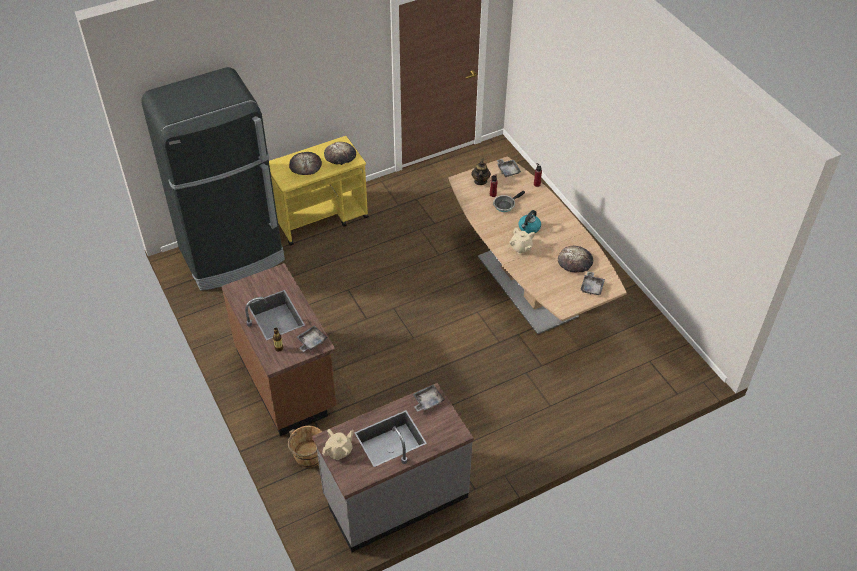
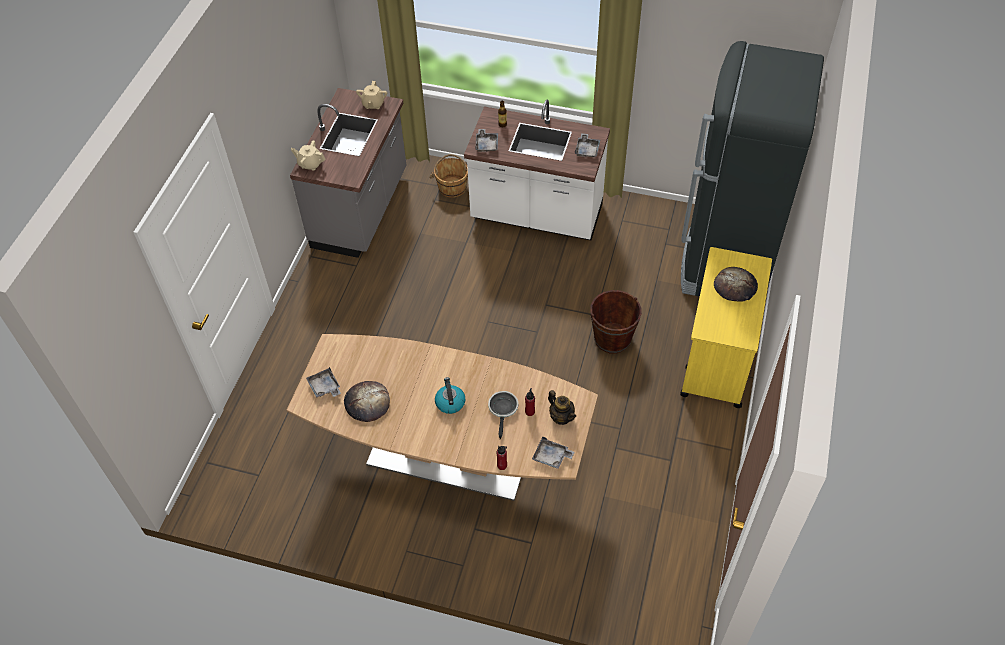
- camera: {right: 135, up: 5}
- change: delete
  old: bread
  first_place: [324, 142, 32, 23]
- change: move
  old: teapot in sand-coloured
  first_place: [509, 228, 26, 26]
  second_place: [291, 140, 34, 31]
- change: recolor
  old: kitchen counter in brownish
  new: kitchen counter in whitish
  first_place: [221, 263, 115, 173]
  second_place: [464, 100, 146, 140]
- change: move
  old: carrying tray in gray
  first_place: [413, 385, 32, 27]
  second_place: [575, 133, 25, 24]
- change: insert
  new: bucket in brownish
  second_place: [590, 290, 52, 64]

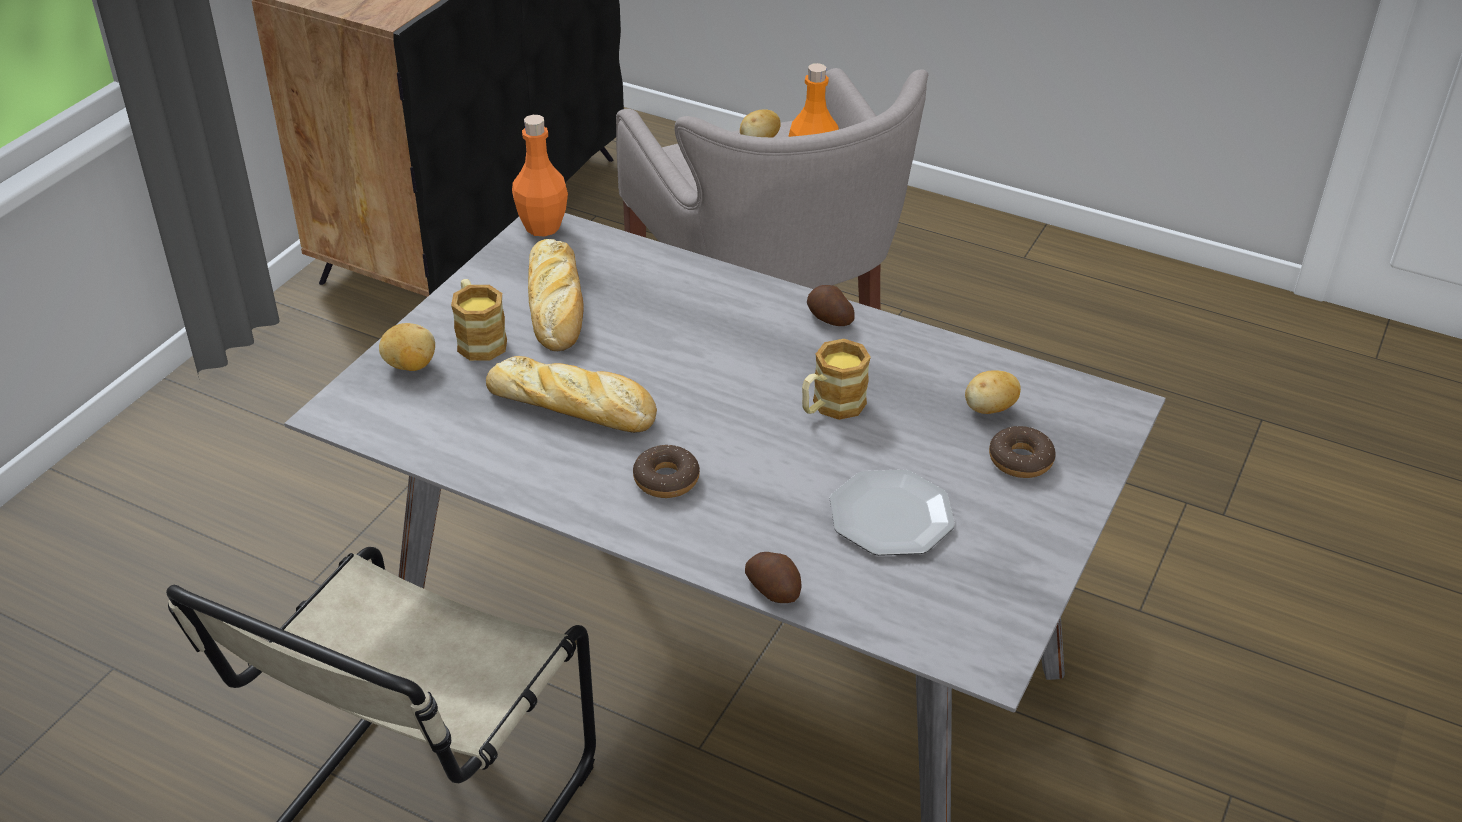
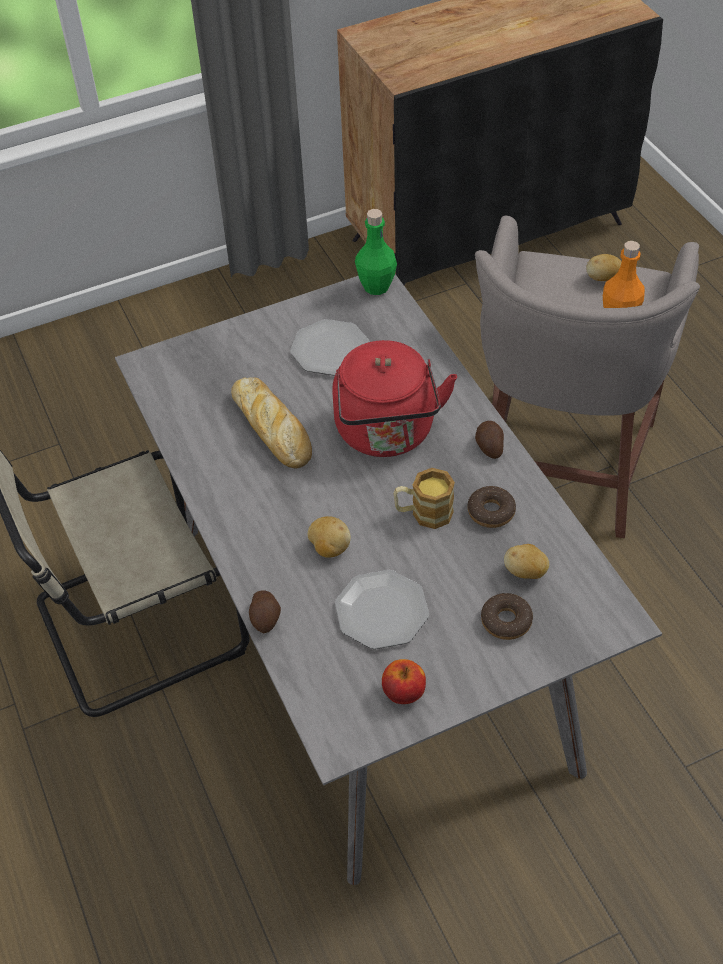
- camera: {right: 40, up: 10}
- change: recolor
  old: drink bottle in orange
  new: drink bottle in greenish
  first_place: [512, 115, 56, 122]
  second_place: [355, 209, 42, 86]
- change: replace
  old: bread
  new: dinner plate
  first_place: [528, 239, 56, 112]
  second_place: [290, 319, 80, 57]
- change: delete
  old: coffee mug
  first_place: [451, 279, 56, 82]
- change: move
  old: whole potato
  first_place: [379, 323, 56, 48]
  second_place: [308, 516, 43, 42]
- change: move
  old: donut
  first_place: [633, 445, 67, 53]
  second_place: [468, 486, 48, 42]
- change: insert
  new: water kettle in reddish
  second_place: [332, 340, 125, 117]
- change: insert
  new: apple fruit
  second_place: [382, 659, 44, 45]

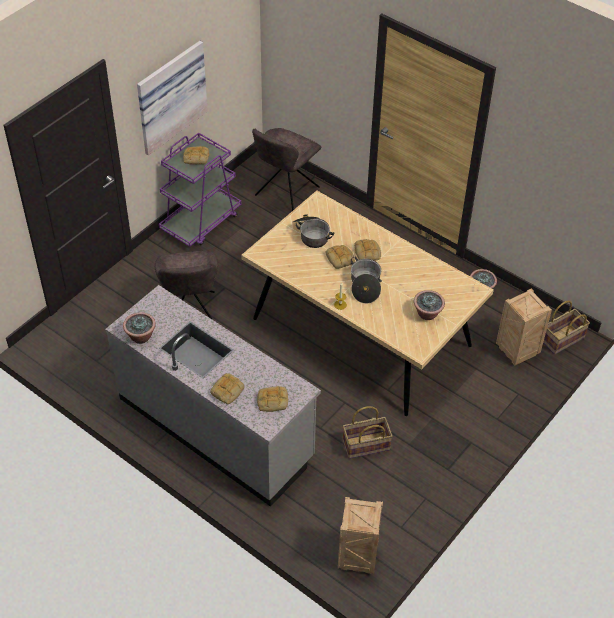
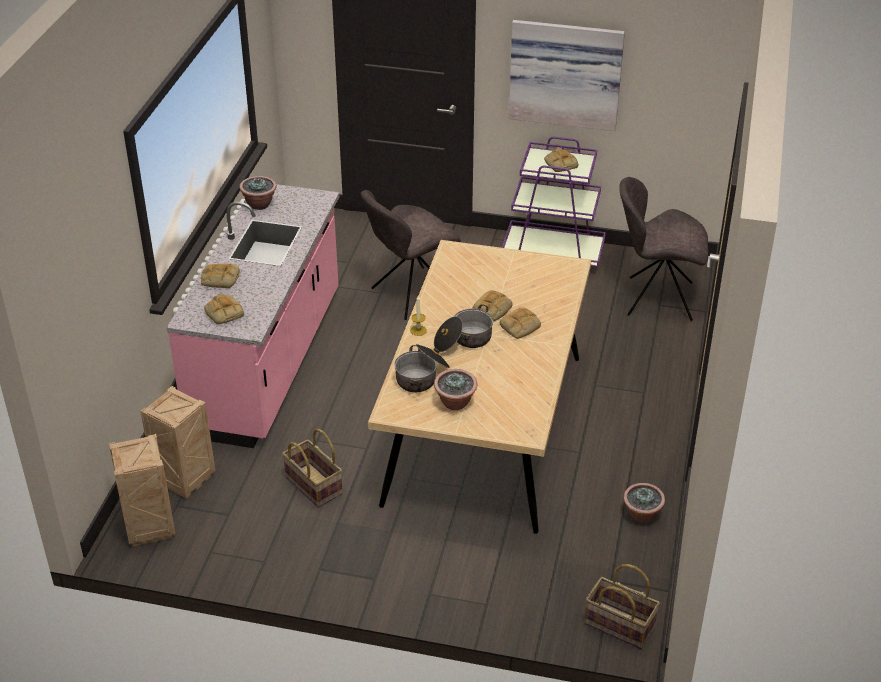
- camera: {right: 65, up: -10}
- change: move
  old: cooking pot
  first_place: [293, 214, 42, 34]
  second_place: [394, 344, 56, 48]
- change: recolor
  old: kitchen counter in gray
  new: kitchen counter in pink
  first_place: [105, 285, 216, 222]
  second_place: [167, 184, 173, 264]
- change: move
  old: crate
  first_place: [496, 288, 56, 78]
  second_place: [141, 386, 74, 113]

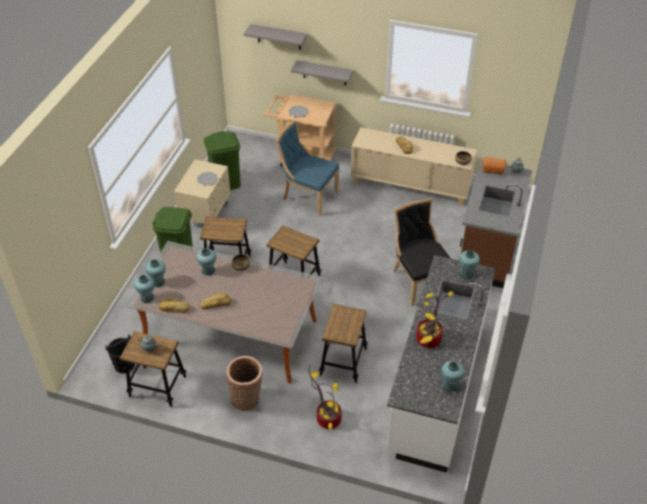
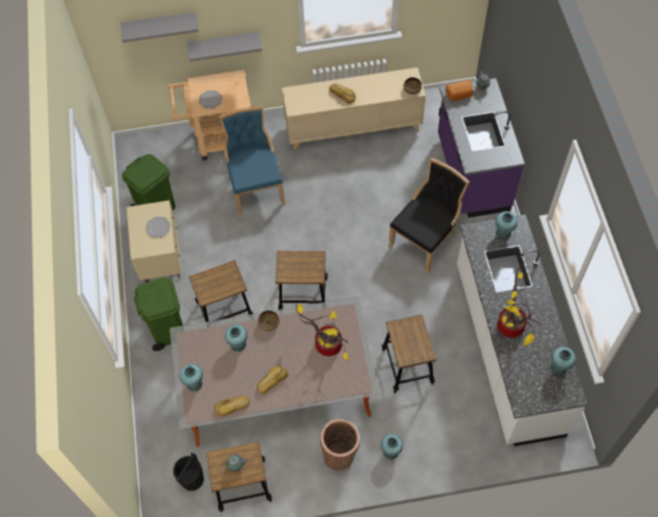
- camera: {right: -25, up: 15}
- change: rotate
  old: plain chair in blue
  first_place: [276, 120, 63, 96]
  second_place: [219, 107, 67, 108]
  degrees: 75
- change: recolor
  old: kitchen counter in brownish
  new: kitchen counter in purple-coloured
  first_place: [460, 160, 72, 128]
  second_place: [438, 78, 87, 140]
- change: rotate
  old: plain chair in blackish
  first_place: [393, 199, 57, 107]
  second_place: [388, 158, 82, 115]
  degrees: 90
- change: move
  old: flower vase in blue-green
  first_place: [134, 275, 21, 28]
  second_place: [381, 434, 22, 26]
- change: move
  old: plant in a pot
  first_place: [309, 366, 33, 64]
  second_place: [296, 304, 52, 57]

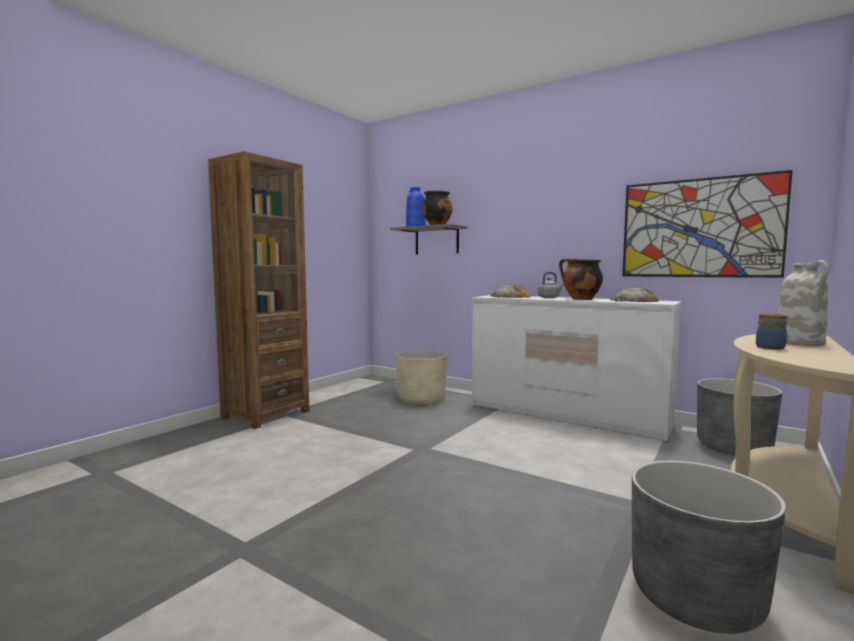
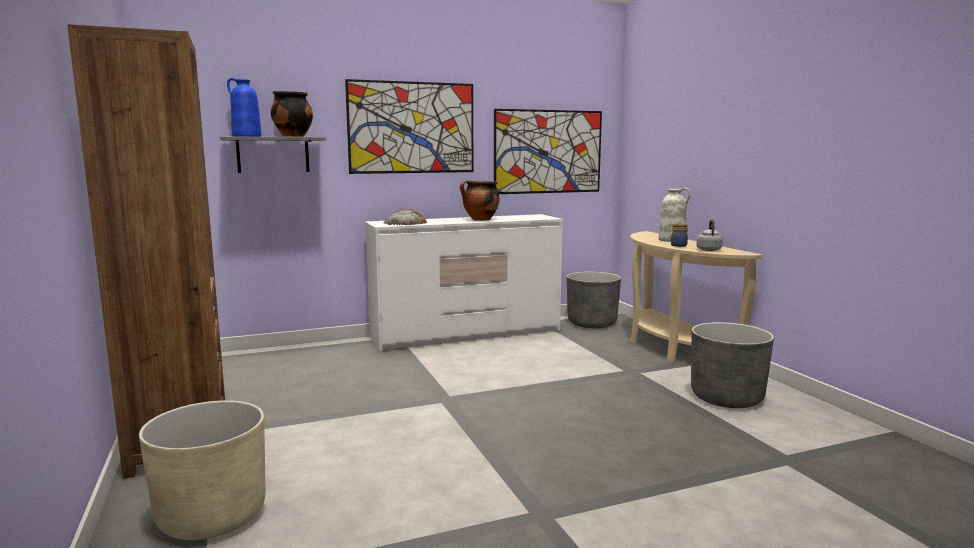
- camera: {right: -55, up: 5}
- change: move
  old: water kettle in gray
  first_place: [538, 272, 26, 26]
  second_place: [696, 220, 27, 31]
- change: delete
  old: bread
  first_place: [610, 287, 49, 15]
- change: move
  old: plant pot in sand-coloured
  first_place: [396, 350, 51, 54]
  second_place: [139, 400, 126, 140]
- change: insert
  new: picture
  second_place: [345, 79, 128, 95]

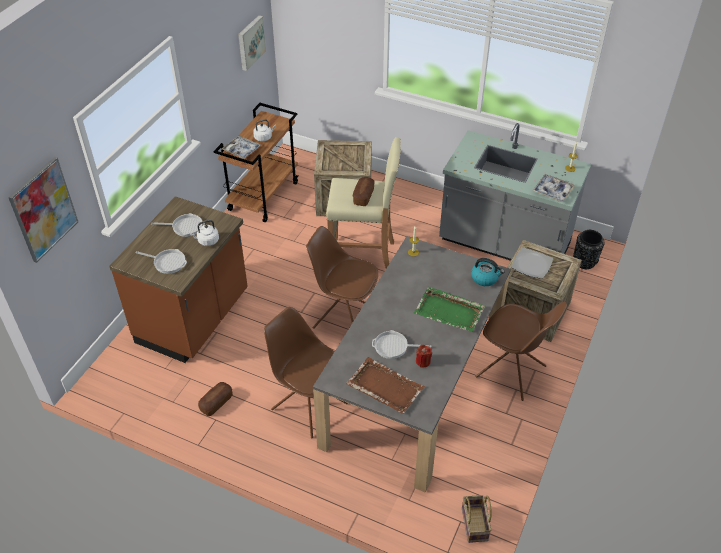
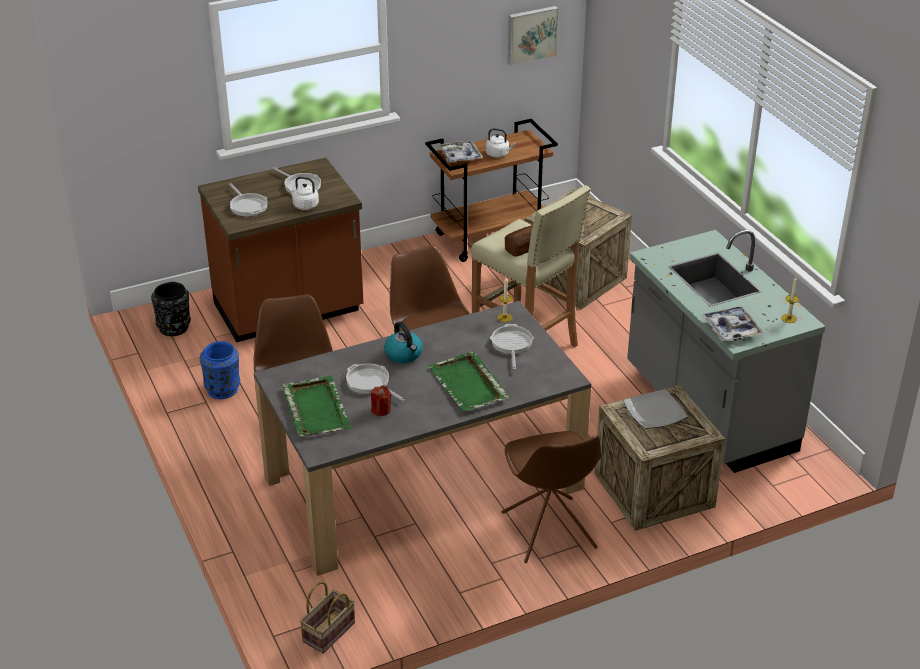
- camera: {right: 40, up: -10}
- change: delete
  old: picture
  first_place: [8, 157, 70, 106]
- change: move
  old: flower vase in blackish
  first_place: [573, 230, 32, 39]
  second_place: [151, 282, 40, 54]
- change: move
  old: water kettle
  first_place: [471, 258, 34, 28]
  second_place: [384, 321, 39, 42]
- change: recolor
  old: carrying tray in brownish
  new: carrying tray in greenish
  first_place: [346, 357, 79, 57]
  second_place: [282, 376, 70, 60]
- change: replace
  old: bread
  new: flower vase in blue
  first_place: [198, 382, 35, 34]
  second_place: [200, 341, 40, 58]
- change: insert
  new: skillet
  second_place: [490, 324, 44, 46]

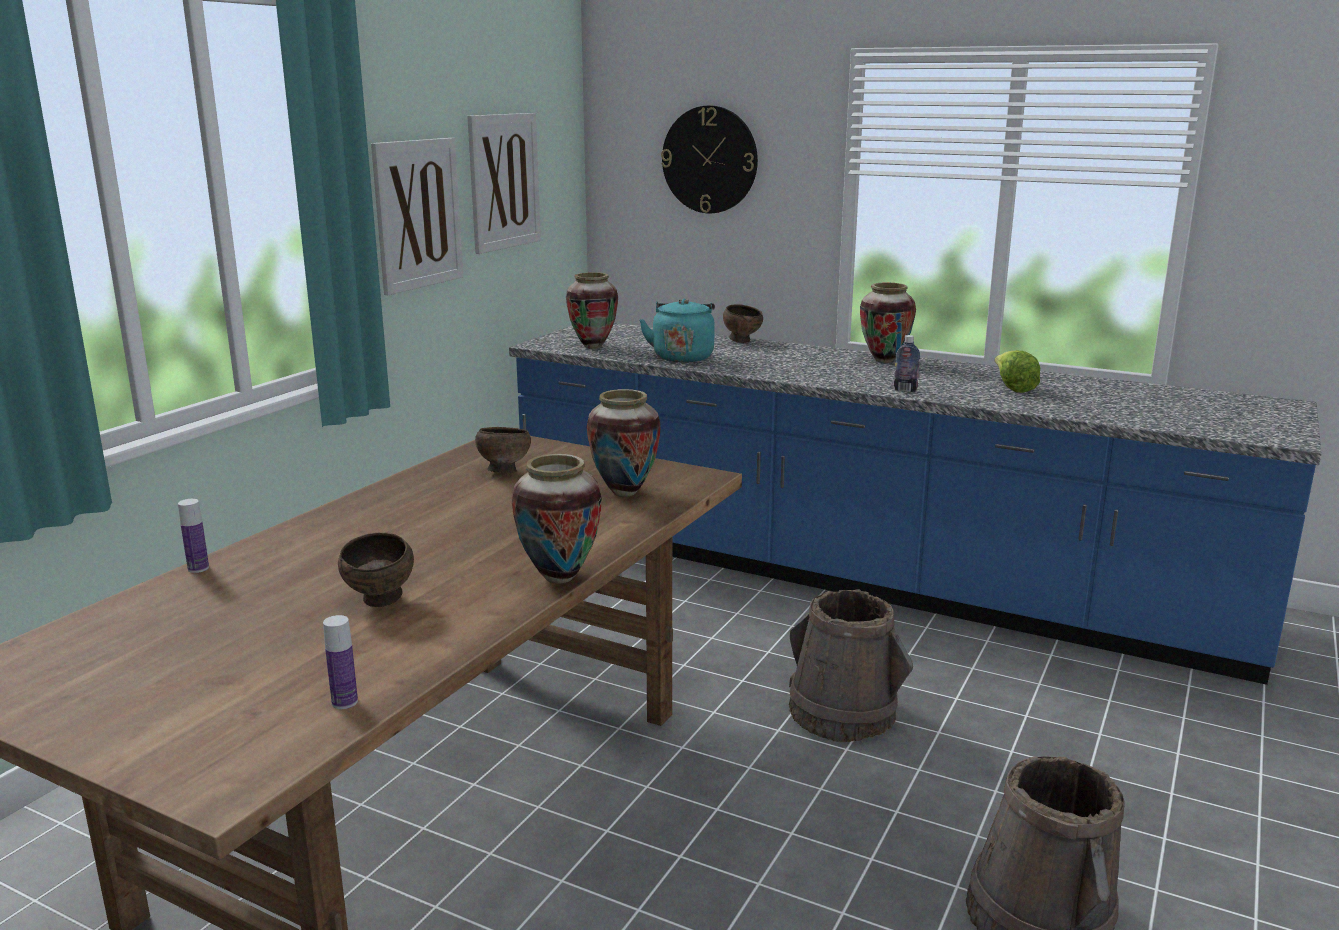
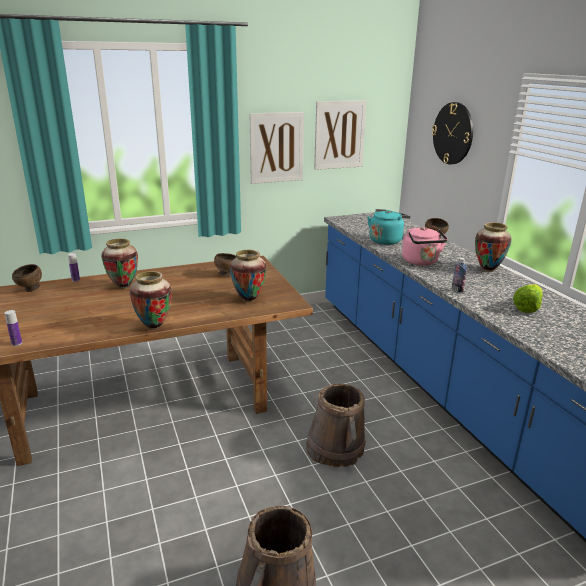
- camera: {right: 40, up: 5}
- change: move
  old: flower vase
  first_place: [566, 272, 52, 77]
  second_place: [102, 239, 36, 50]
- change: move
  old: serving bowl in brownish
  first_place: [338, 533, 76, 74]
  second_place: [12, 264, 30, 28]
- change: insert
  new: water kettle in pink
  second_place: [402, 227, 46, 38]

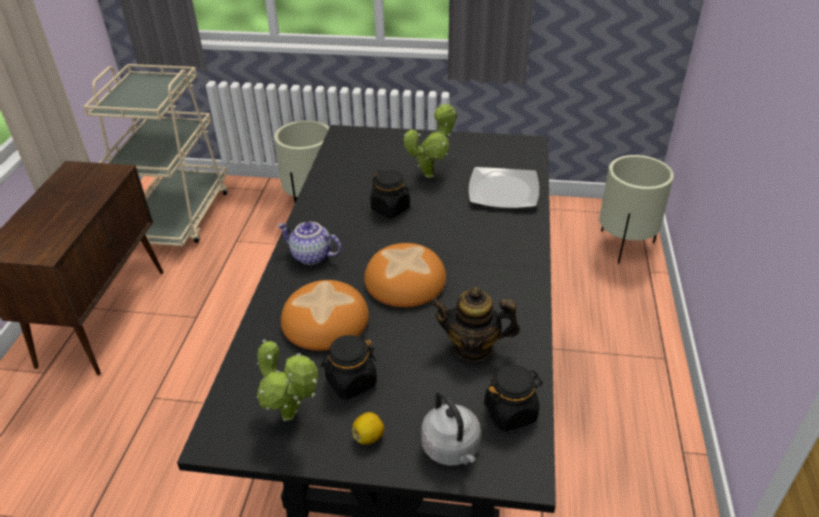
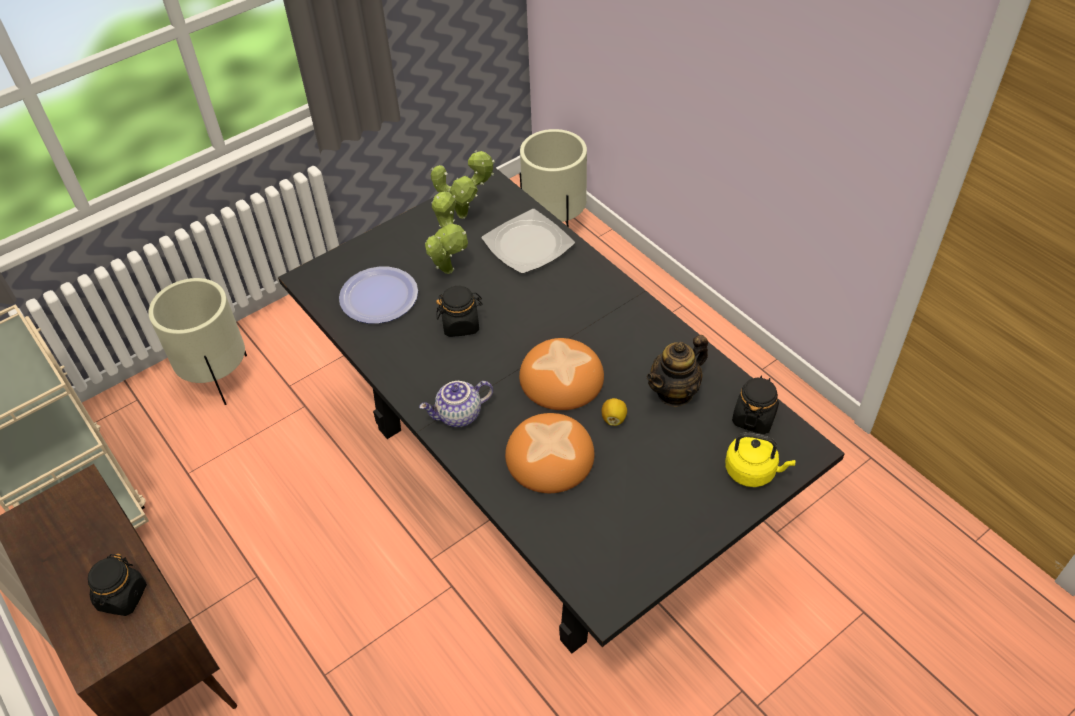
- camera: {right: -45, up: 10}
- change: move
  old: storage jar in blackish
  first_place: [321, 335, 56, 65]
  second_place: [88, 554, 59, 62]
- change: move
  old: plant in a pot
  first_place: [257, 339, 61, 83]
  second_place: [431, 150, 64, 69]
- change: recolor
  old: water kettle in gray
  new: water kettle in yellow
  first_place: [421, 391, 60, 75]
  second_place: [725, 432, 70, 55]
- change: move
  old: lemon
  first_place: [352, 412, 32, 32]
  second_place: [602, 398, 25, 28]
- change: insert
  new: dinner plate
  second_place: [339, 267, 79, 57]

